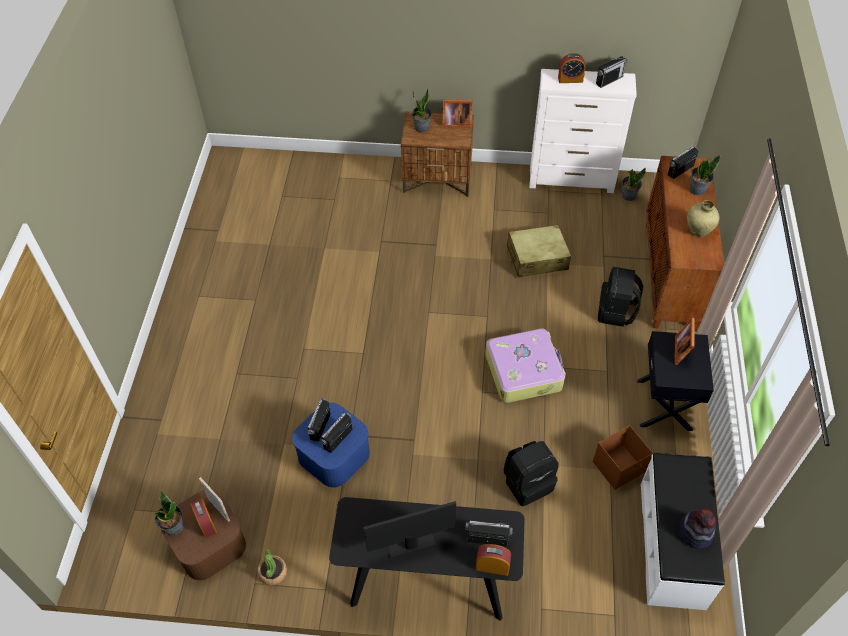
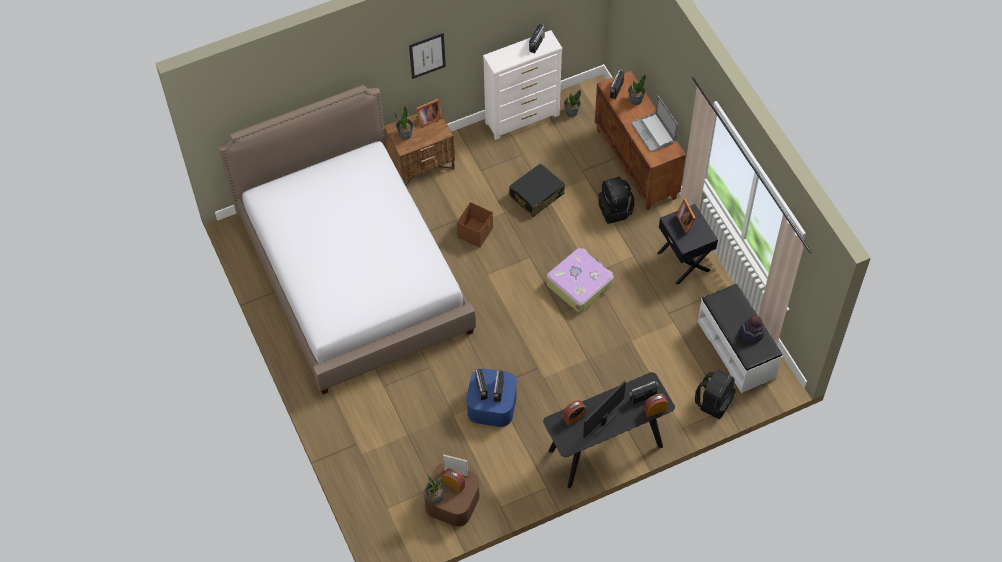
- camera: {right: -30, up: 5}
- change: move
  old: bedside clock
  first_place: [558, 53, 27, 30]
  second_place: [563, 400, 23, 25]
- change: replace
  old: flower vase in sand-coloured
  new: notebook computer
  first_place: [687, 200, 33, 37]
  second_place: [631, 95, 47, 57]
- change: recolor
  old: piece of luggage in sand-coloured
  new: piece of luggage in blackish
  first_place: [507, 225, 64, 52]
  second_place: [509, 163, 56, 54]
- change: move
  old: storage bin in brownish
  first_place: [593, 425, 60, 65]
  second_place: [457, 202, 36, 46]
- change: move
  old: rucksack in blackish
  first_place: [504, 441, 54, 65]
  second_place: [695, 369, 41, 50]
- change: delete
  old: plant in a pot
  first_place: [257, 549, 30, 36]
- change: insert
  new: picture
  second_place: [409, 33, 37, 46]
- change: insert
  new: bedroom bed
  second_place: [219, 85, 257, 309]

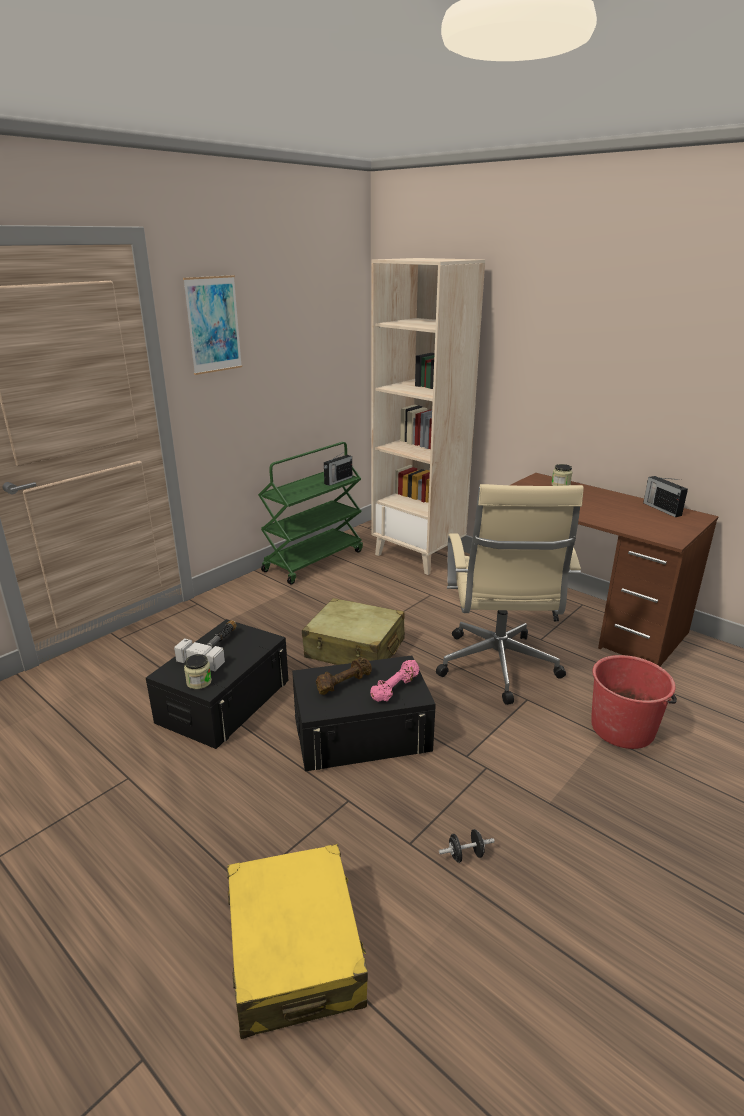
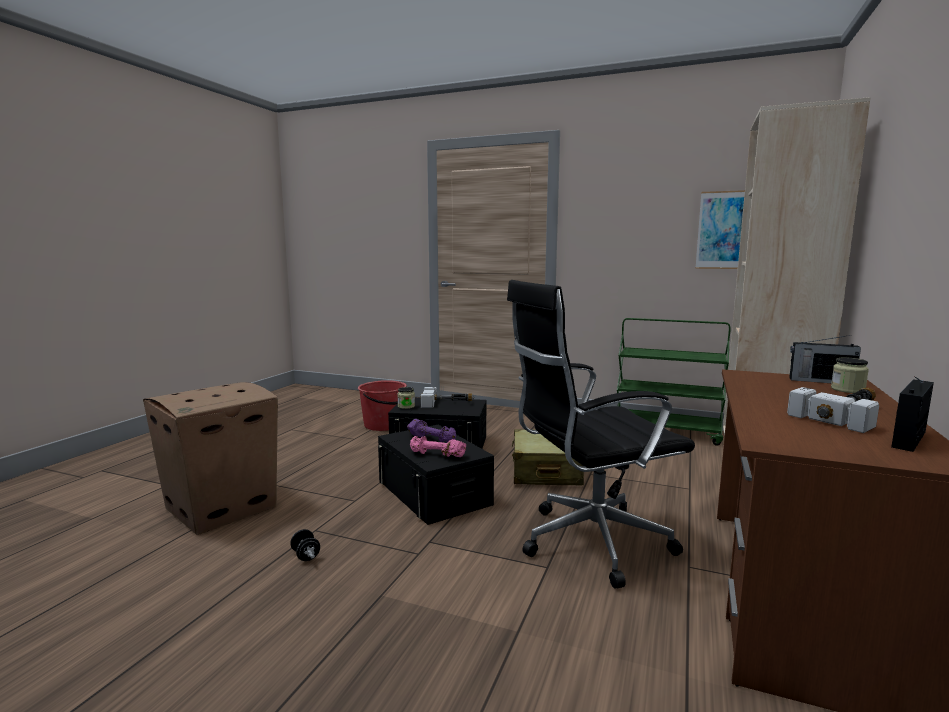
- camera: {right: 70, up: -15}
- change: move
  old: picture
  first_place: [183, 275, 59, 100]
  second_place: [695, 190, 50, 79]
- change: move
  old: radio set
  first_place: [324, 451, 28, 35]
  second_place: [789, 335, 72, 48]
- change: recolor
  old: desk chair in sand-coloured
  new: desk chair in blackish
  first_place: [436, 484, 148, 221]
  second_place: [507, 280, 188, 309]
- change: move
  old: bucket in reddish
  first_place: [591, 655, 86, 94]
  second_place: [358, 380, 49, 51]
- change: recolor
  old: hand weight in brownish
  new: hand weight in purple-coloured
  first_place: [316, 657, 56, 38]
  second_place: [407, 419, 49, 23]
- change: replace
  old: piece of luggage in yellow
  new: carton
  first_place: [227, 844, 141, 195]
  second_place: [143, 382, 135, 153]
- change: insert
  new: hammer
  second_place: [787, 387, 92, 46]

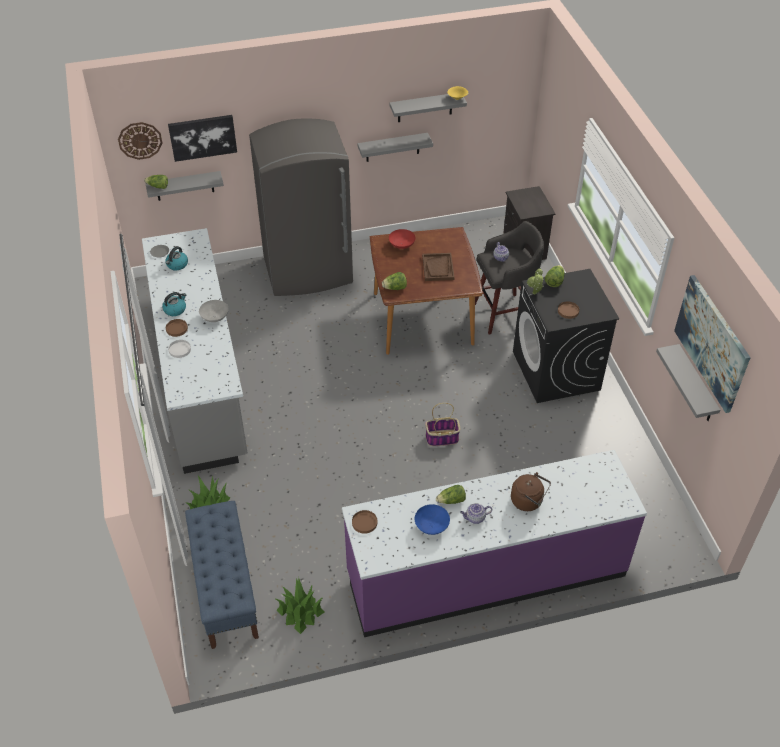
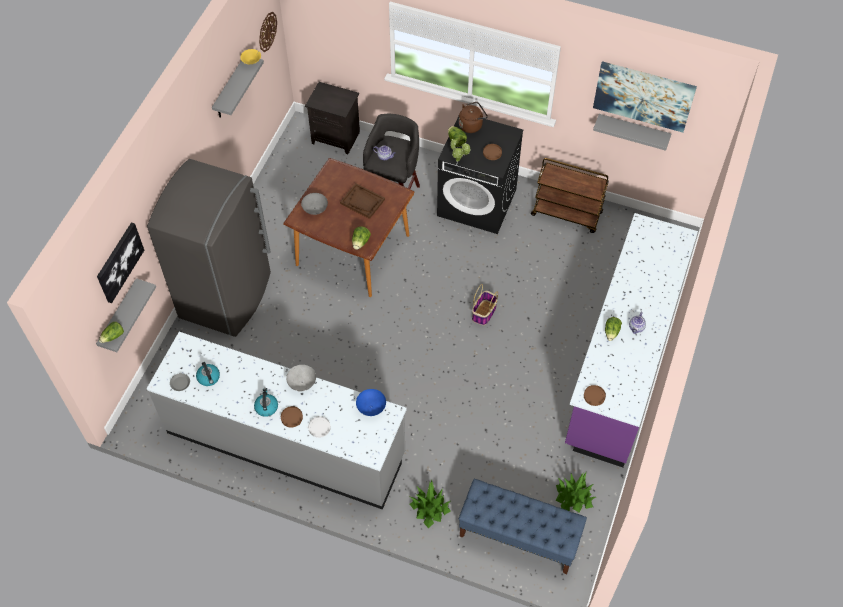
- camera: {right: -55, up: 10}
- change: move
  old: hanging clock
  first_place: [118, 122, 44, 38]
  second_place: [259, 12, 18, 40]
- change: delete
  old: wall shelf in gray
  first_place: [358, 133, 75, 29]
- change: recolor
  old: serving bowl in reddish
  new: serving bowl in gray
  first_place: [389, 229, 27, 20]
  second_place: [301, 193, 27, 22]
- change: move
  old: water kettle in brownish
  first_place: [511, 472, 40, 39]
  second_place: [459, 102, 29, 31]
- change: move
  old: serving bowl in blue
  first_place: [415, 504, 35, 31]
  second_place: [356, 389, 30, 27]
- change: insert
  new: trolley in brownish
  second_place: [531, 158, 78, 75]

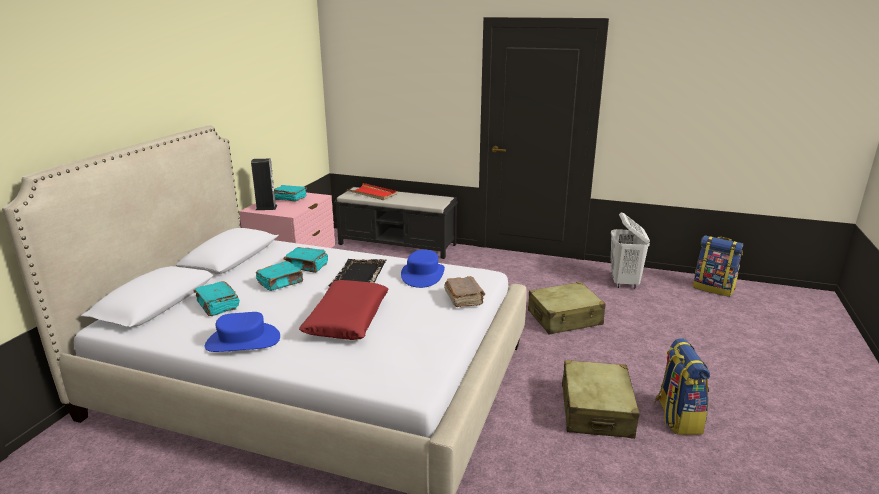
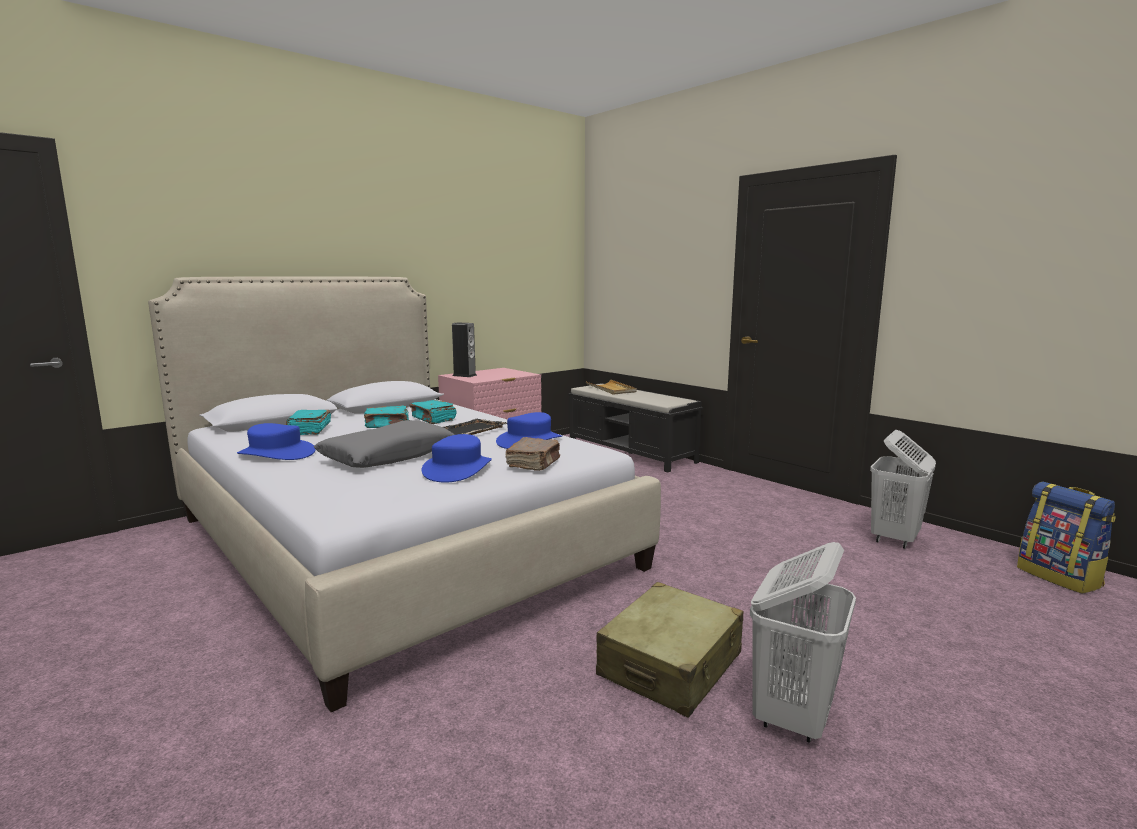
- camera: {right: 30, up: -10}
- change: recolor
  old: carrying tray in reddish
  new: carrying tray in sand-coloured
  first_place: [347, 183, 51, 17]
  second_place: [586, 379, 51, 16]
- change: delete
  old: bound book in blue-green
  first_place: [274, 185, 33, 17]
- change: recolor
  old: pillow in reddish
  new: pillow in gray
  first_place: [299, 280, 90, 60]
  second_place: [314, 420, 140, 48]
- change: delete
  old: piece of luggage in sand-coloured
  first_place: [528, 282, 77, 53]
- change: replace
  old: rucksack
  new: laundry basket in whitish
  first_place: [654, 338, 56, 97]
  second_place: [750, 542, 106, 201]
- change: insert
  new: clothing hat in blue
  second_place: [422, 434, 70, 49]

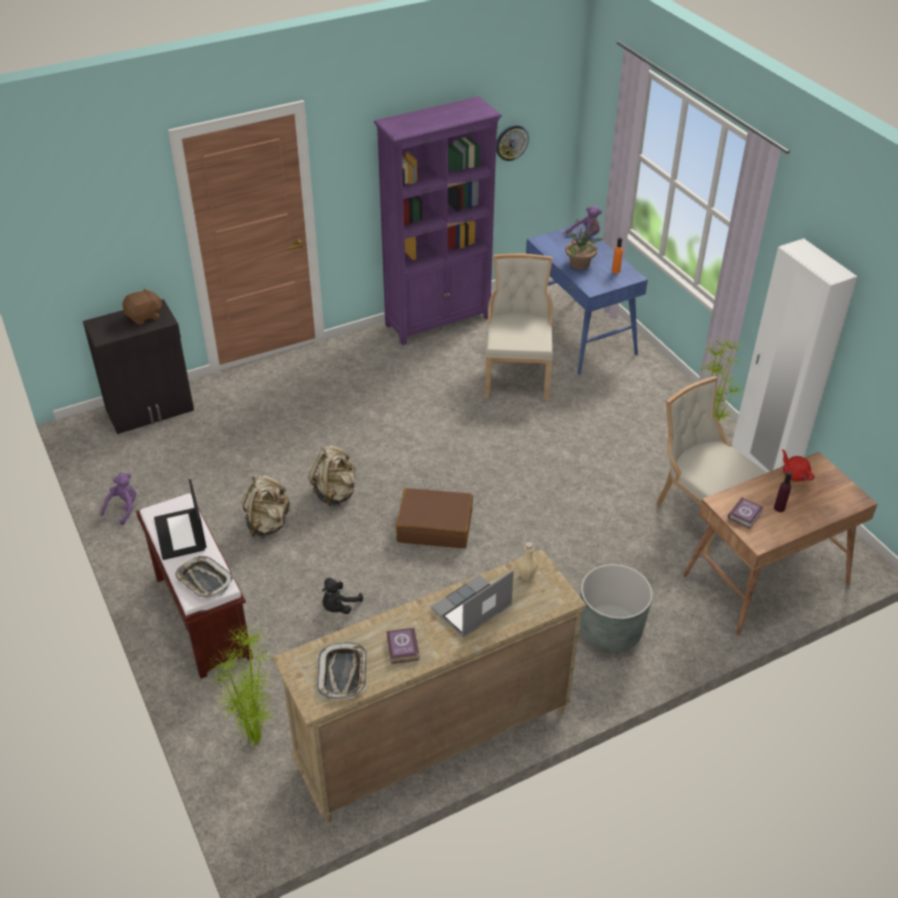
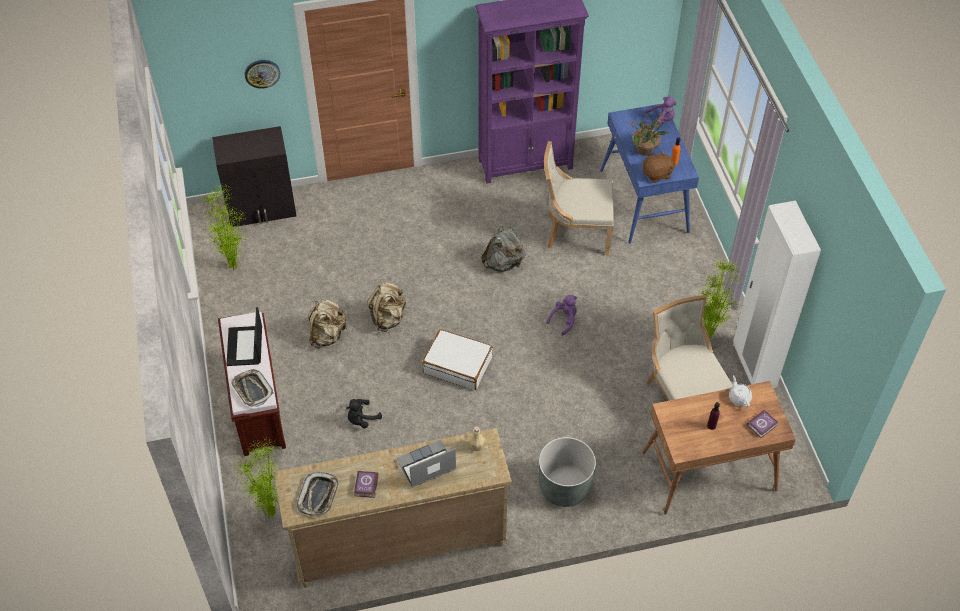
- camera: {right: 15, up: 10}
- change: move
  old: hanging clock
  first_place: [496, 125, 33, 36]
  second_place: [245, 60, 35, 29]
- change: rotate
  old: plain chair in sand-coloured
  first_place: [484, 254, 69, 146]
  second_place: [544, 141, 70, 115]
  degrees: -105
- change: move
  old: plush toy in brownish
  first_place: [123, 287, 40, 38]
  second_place: [642, 151, 33, 32]
- change: recolor
  old: teapot in reddish
  new: teapot in whitish
  first_place: [782, 449, 33, 33]
  second_place: [729, 375, 23, 32]
- change: move
  old: plush toy in purple-coloured
  first_place: [101, 473, 35, 52]
  second_place: [546, 295, 31, 40]
- change: recolor
  old: piece of luggage in brownish
  new: piece of luggage in whitish
  first_place: [396, 488, 77, 60]
  second_place: [422, 329, 71, 61]
- change: move
  old: bound book
  first_place: [728, 497, 35, 32]
  second_place: [747, 410, 31, 28]
- change: insert
  new: plant in a pot
  second_place: [200, 183, 46, 87]
- change: insert
  new: rucksack in gray
  second_place: [481, 226, 44, 46]

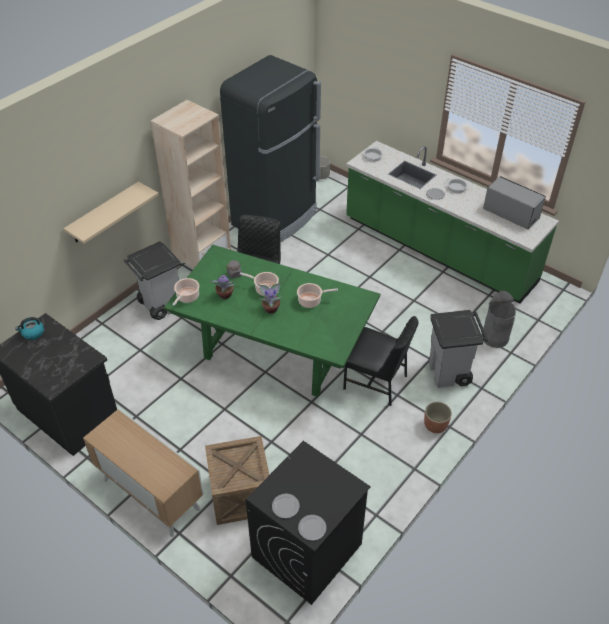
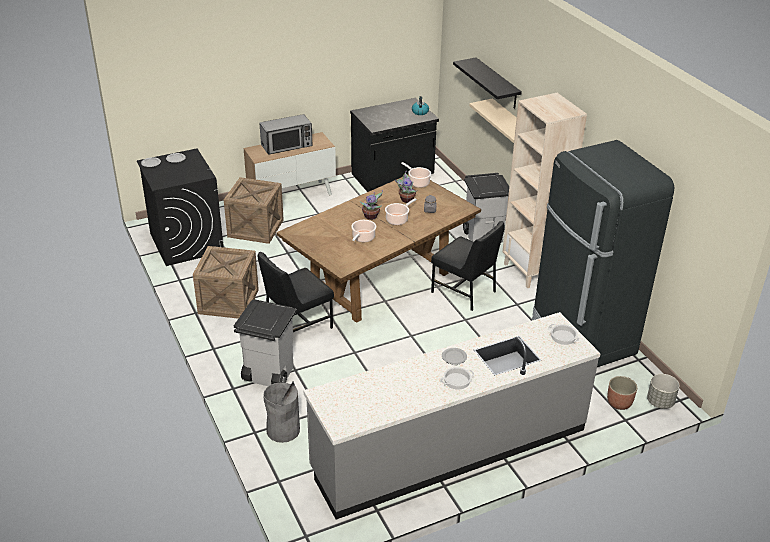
- camera: {right: 115, up: -10}
- change: recolor
  old: kitchen counter in greenish
  new: kitchen counter in gray
  first_place: [346, 141, 213, 162]
  second_place: [303, 312, 298, 207]
- change: move
  old: microwave
  first_place: [483, 176, 63, 53]
  second_place: [259, 114, 54, 41]
- change: recolor
  old: kitchen table in greenish
  new: kitchen table in brownish
  first_place: [164, 245, 216, 152]
  second_place: [276, 174, 205, 149]
- change: move
  old: plant pot
  first_place: [424, 402, 28, 31]
  second_place: [607, 376, 30, 34]
- change: insert
  new: wall shelf in blackish
  second_place: [453, 57, 69, 52]
- change: insert
  new: crate
  second_place: [193, 246, 66, 73]

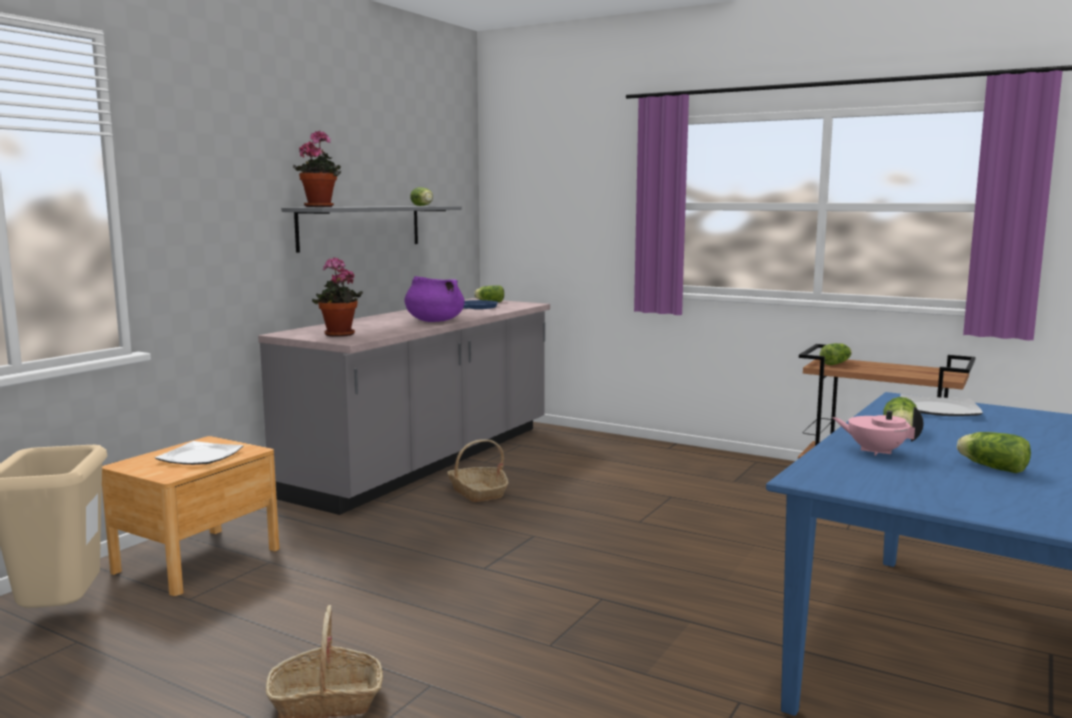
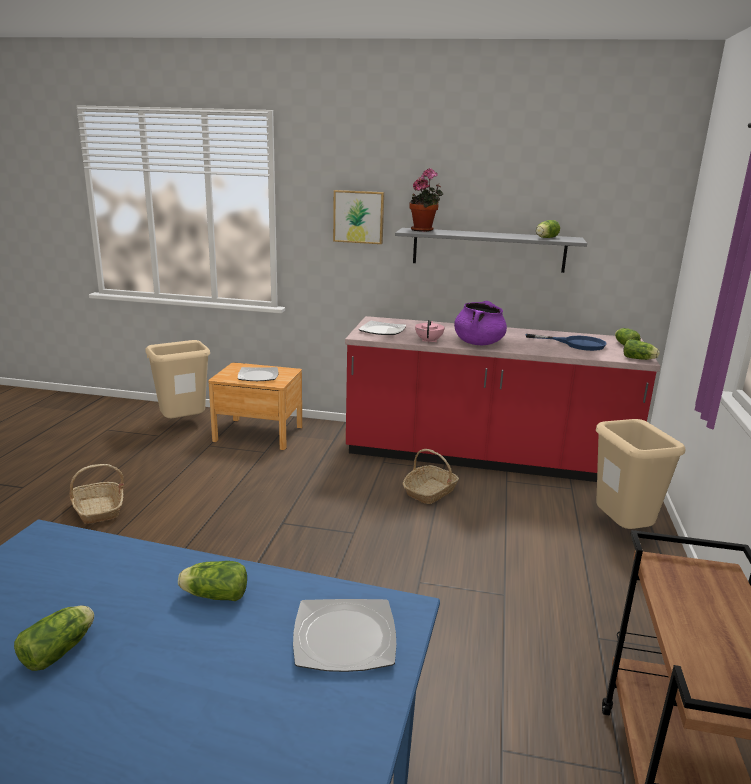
- camera: {right: 70, up: 10}
- change: replace
  old: plant in a pot
  new: dinner plate
  first_place: [312, 257, 51, 80]
  second_place: [358, 321, 48, 14]
- change: recolor
  old: kitchen counter in gray
  new: kitchen counter in reddish
  first_place: [258, 298, 292, 217]
  second_place: [345, 316, 315, 166]
- change: move
  old: lettuce
  first_place: [820, 343, 32, 22]
  second_place: [623, 339, 37, 21]
- change: move
  old: teapot in pink
  first_place: [832, 406, 92, 50]
  second_place: [415, 320, 30, 23]
- change: insert
  new: picture
  second_place: [333, 190, 51, 54]
- change: insert
  new: trash can in sand-coloured
  second_place: [596, 419, 90, 110]

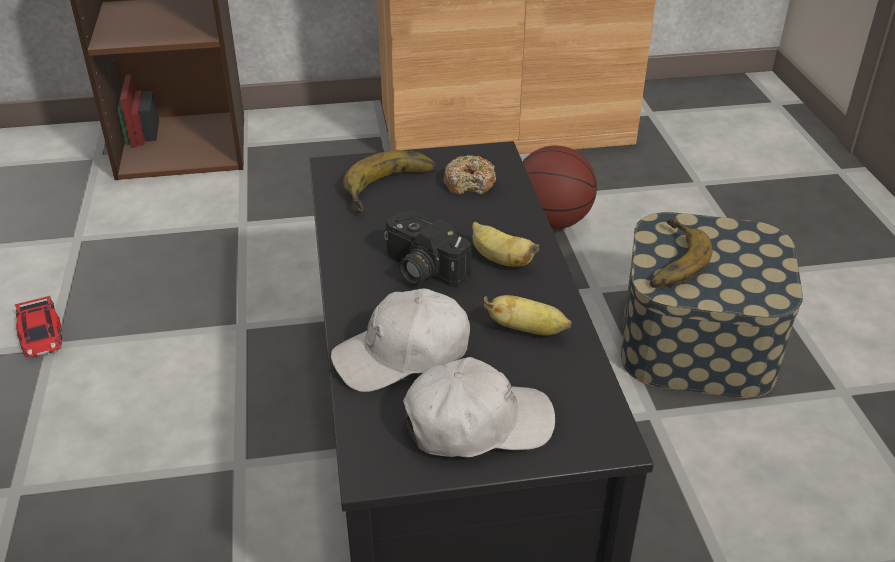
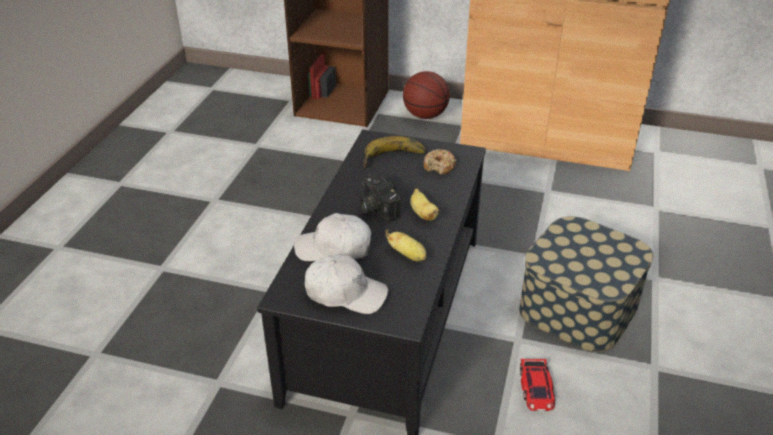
- camera: {right: 25, up: 0}
- change: move
  old: ball for basketball
  first_place: [523, 146, 74, 83]
  second_place: [403, 71, 47, 48]
- change: delete
  old: banana
  first_place: [650, 217, 62, 71]
- change: move
  old: toy car
  first_place: [15, 296, 47, 62]
  second_place: [520, 359, 35, 52]

